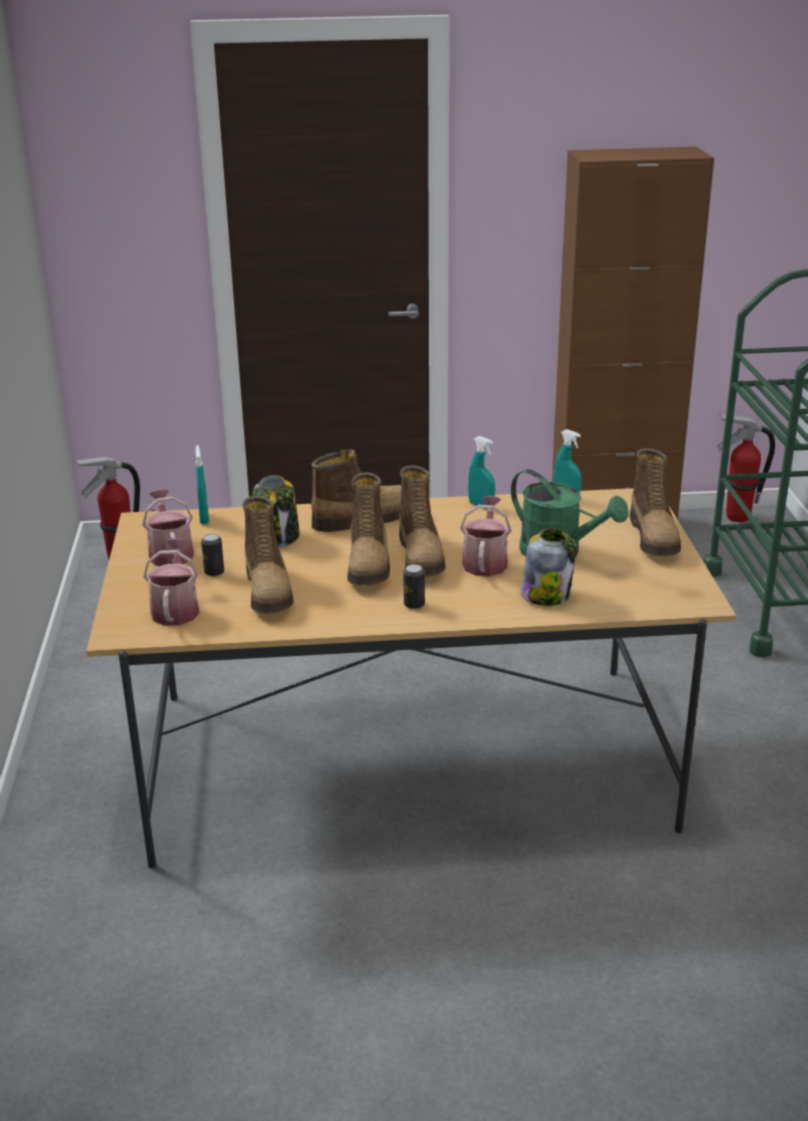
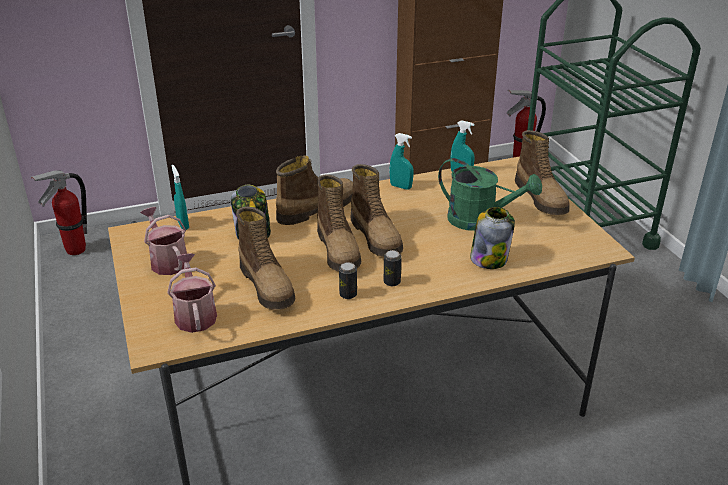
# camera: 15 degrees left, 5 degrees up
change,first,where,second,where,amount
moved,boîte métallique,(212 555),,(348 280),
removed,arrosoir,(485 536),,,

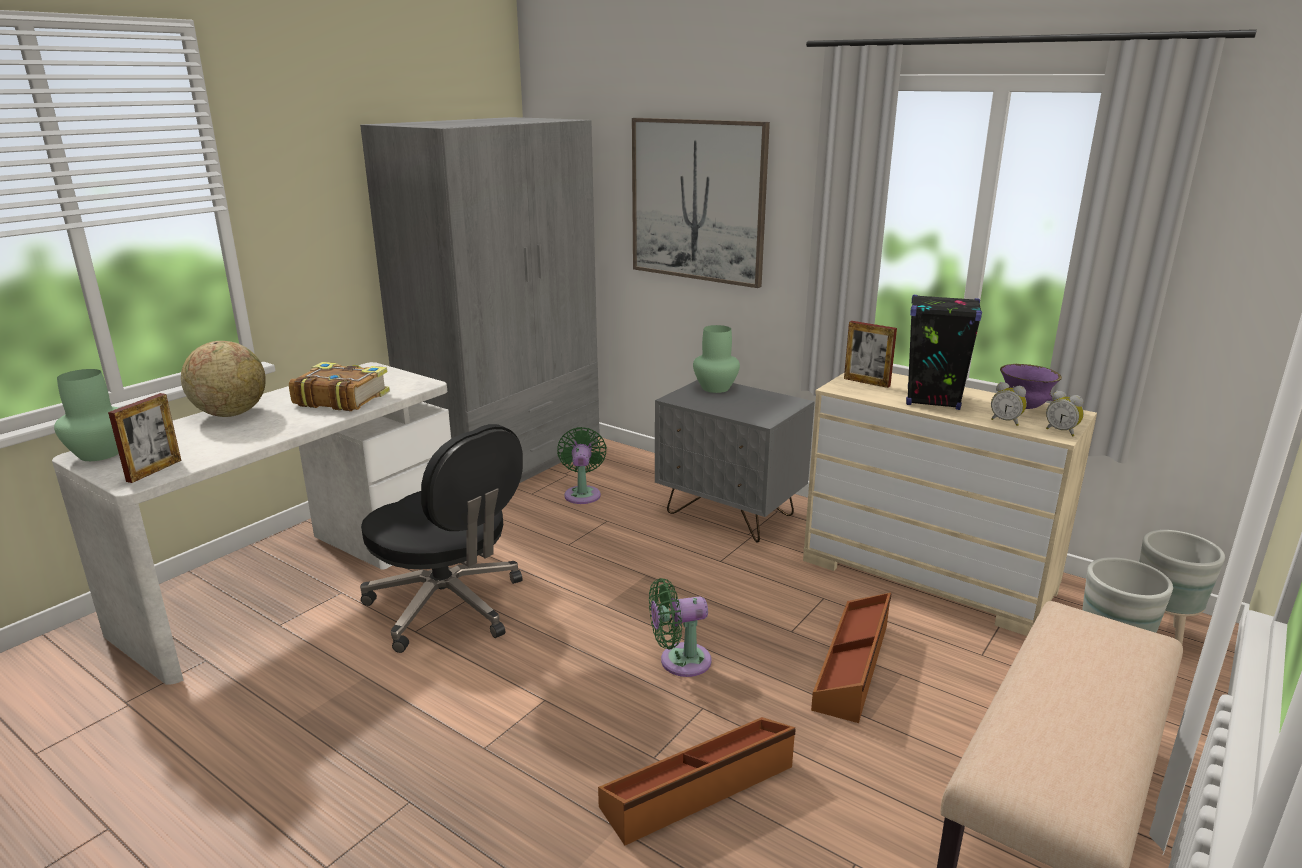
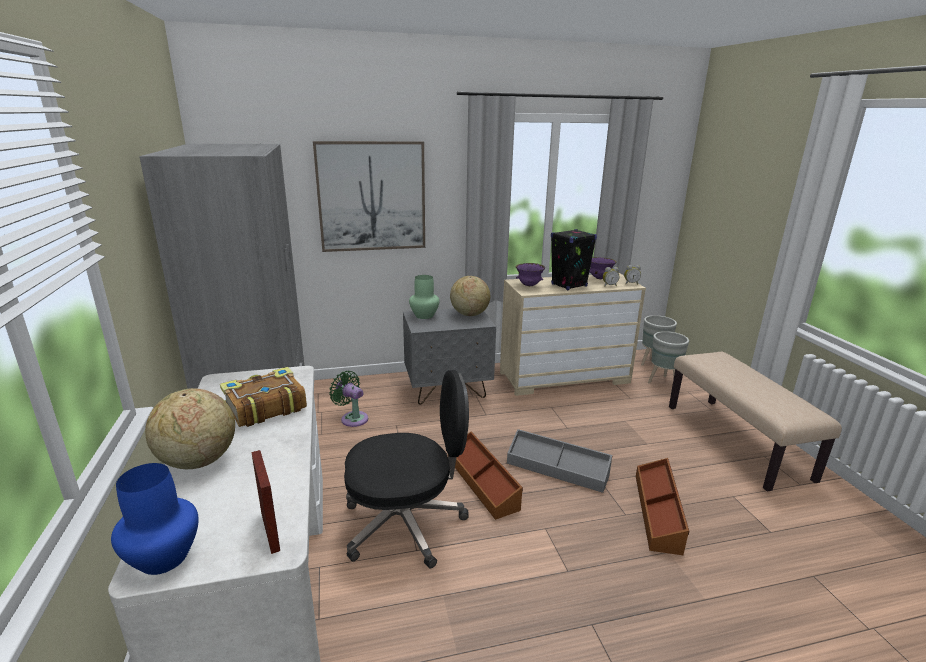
# camera: 50 degrees left, 0 degrees up
change,first,where,second,where,amount
recoloured,vase (vert),(86 415),vase (bleu),(155 519),
replaced,ventilateur (vert),(680 627),boîte de rangement (gris),(560 461),
moved,boîte de rangement (marron),(851 658),,(489 476),
replaced,cadre photo,(870 354),bol (violet),(530 274),
added,,,globe,(470 296),

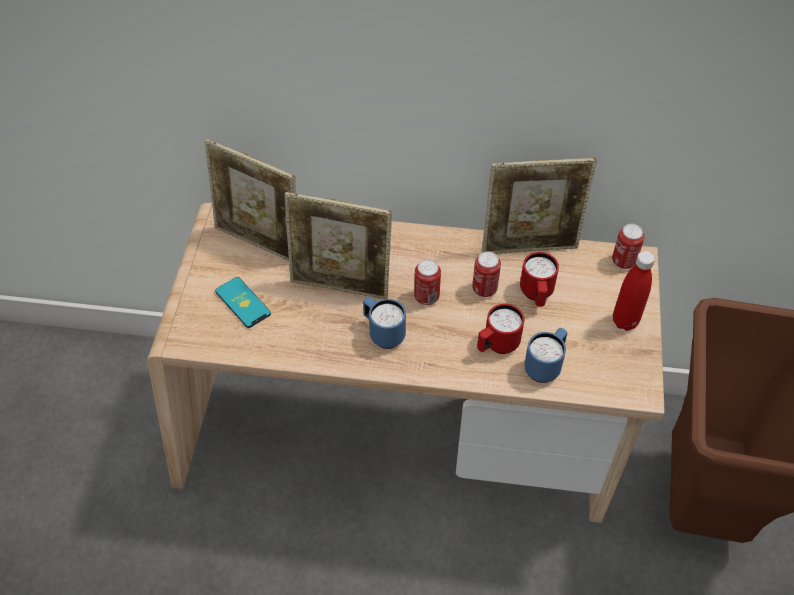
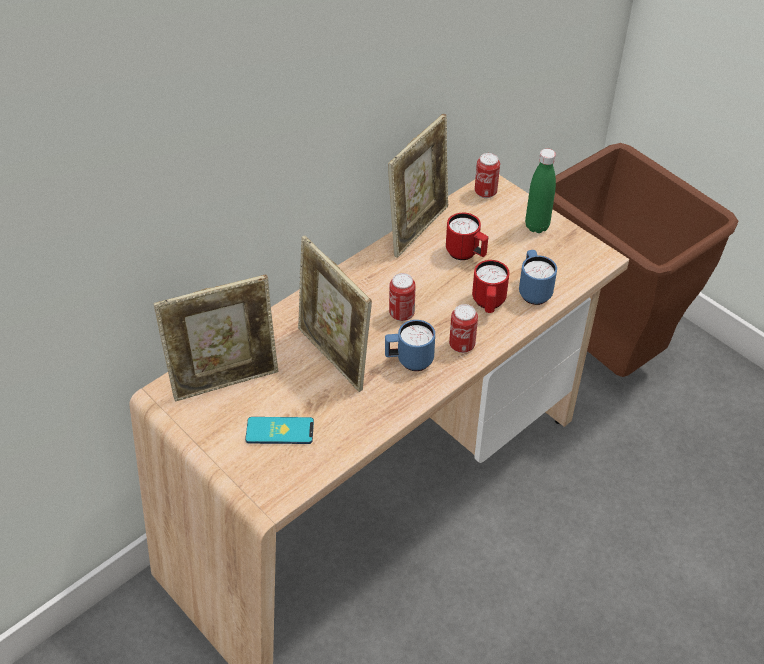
# camera: 50 degrees left, 5 degrees down
change,first,where,second,where,amount
turned,cadre photo,(338 245),,(335 314),90 degrees clockwise
moved,boîte métallique,(486 274),,(463 328),
recoloured,bouteille (rouge),(634 291),bouteille (vert),(540 191),

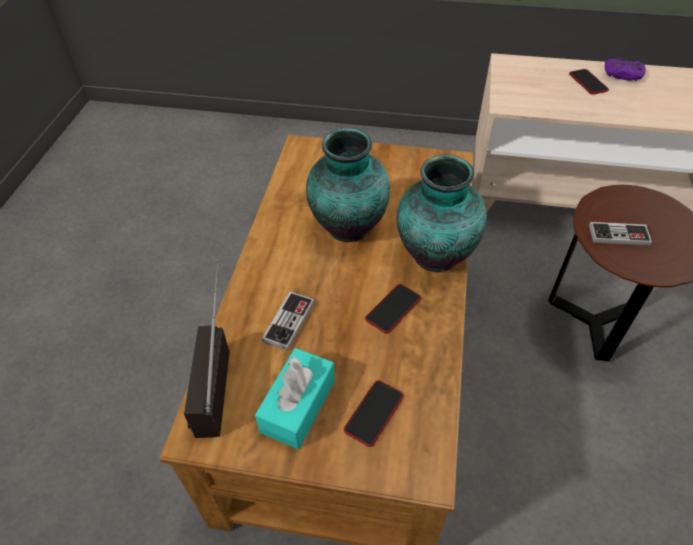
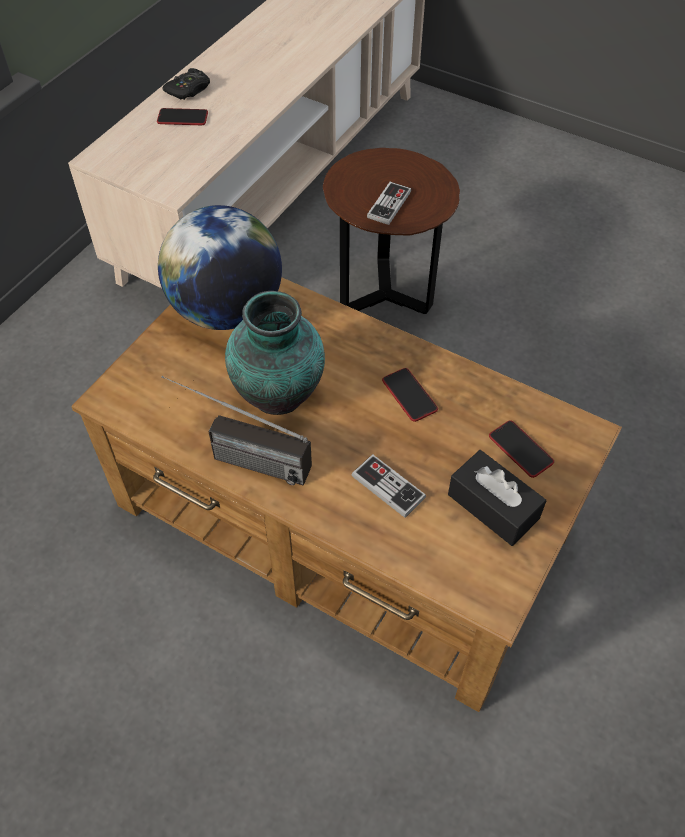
# camera: 70 degrees left, 5 degrees up
change,first,where,second,where,amount
moved,radio,(207 349),,(236 430),
recoloured,boîte à mouchoirs (turquoise),(295 398),boîte à mouchoirs (noir),(497 498),
removed,vase,(442 213),,,
recoloured,manette (violet),(625 69),manette (noir),(186 84),
added,,,globe,(220 267),

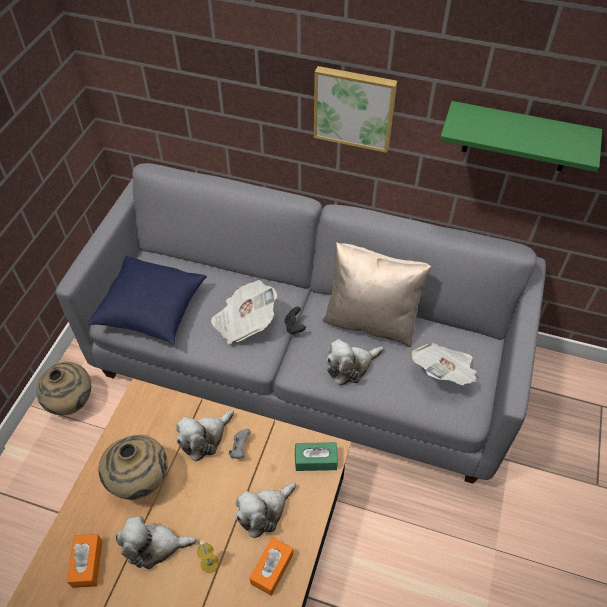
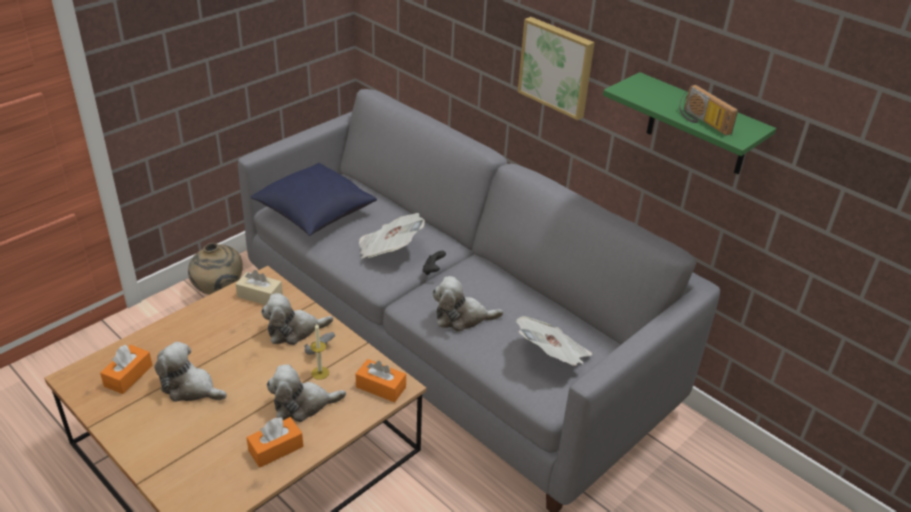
# camera: 25 degrees right, 15 degrees down
change,first,where,second,where,amount
removed,vase (beige),(133 467),,,
moved,bougie,(208 556),,(319 352),
recoloured,boîte à mouchoirs (vert),(316 456),boîte à mouchoirs (orange),(381 380),
removed,coussin (beige),(376 294),,,
added,,,boîte à mouchoirs (beige),(259 287),
added,,,radio,(709 110),

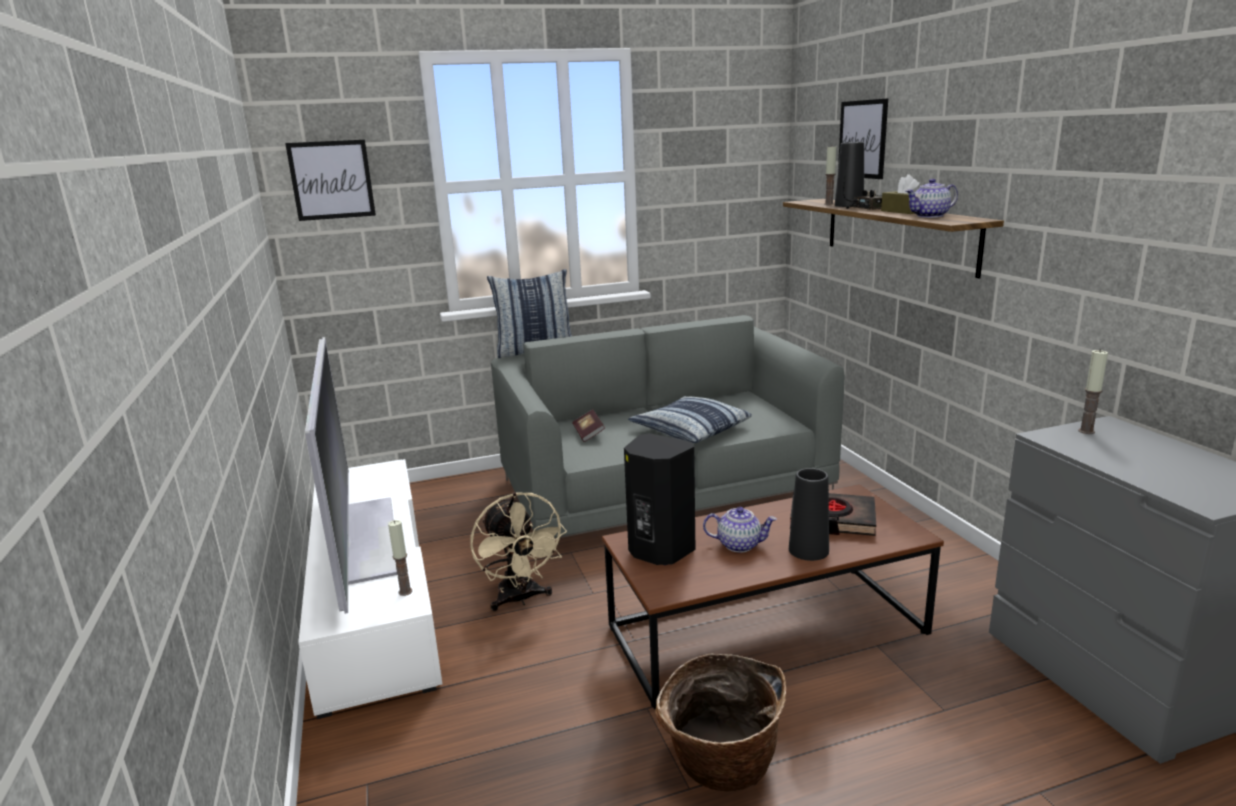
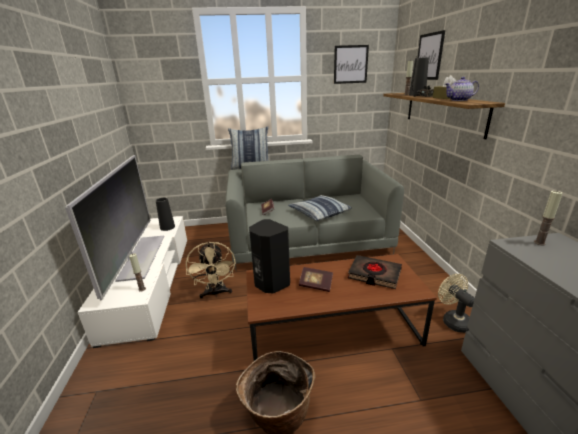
# camera: 10 degrees right, 5 degrees up
change,first,where,second,where,amount
moved,tableau,(330 180),,(351 64),
replaced,théière,(740 530),livre,(316 279),
moved,vase (noir),(809 514),,(165 214),
added,,,ventilateur (beige),(456 303),

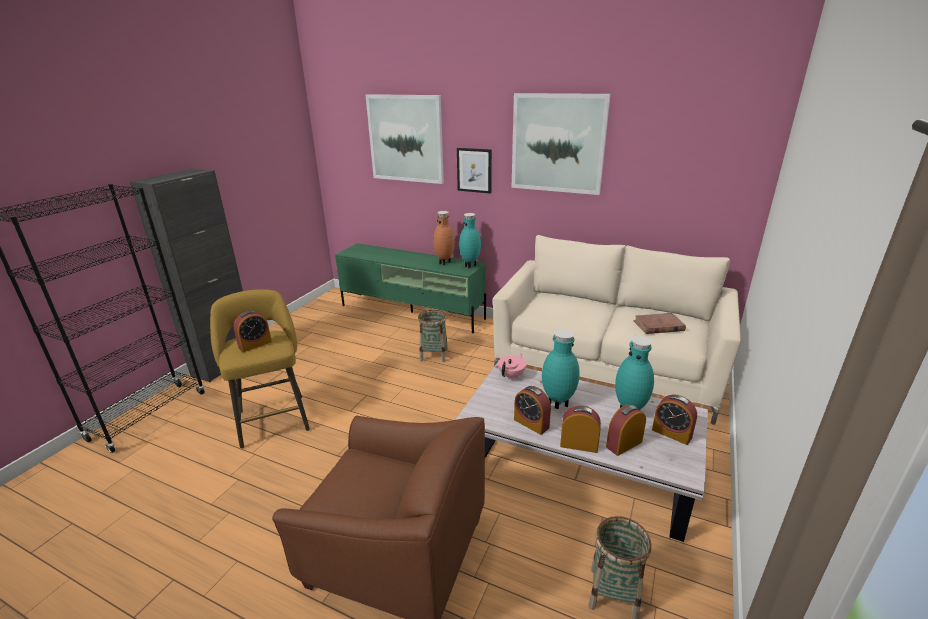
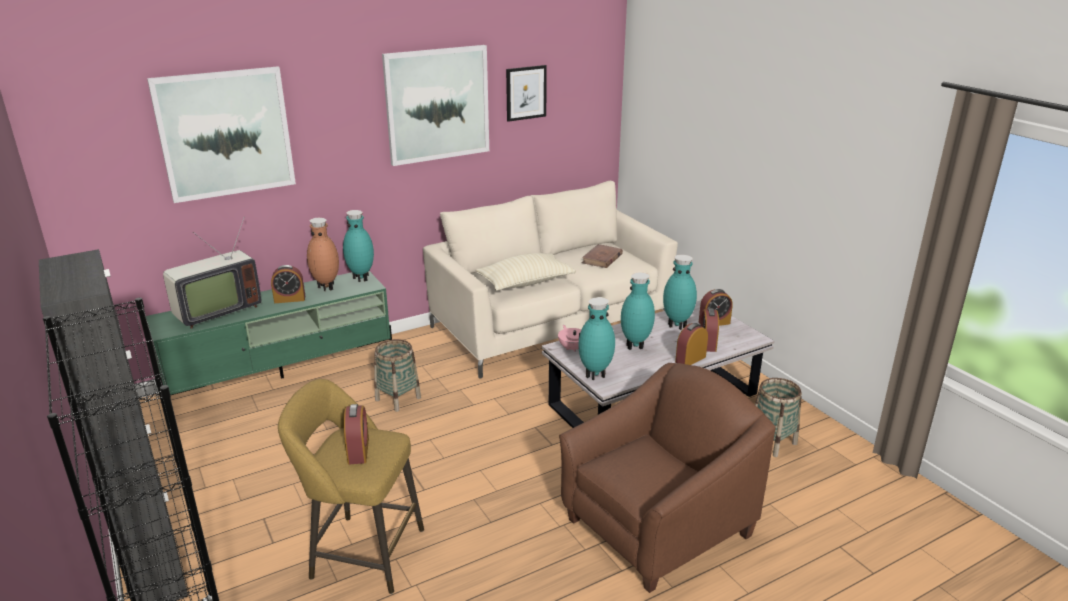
# camera: 55 degrees left, 0 degrees up
change,first,where,second,where,amount
moved,tableau,(474 171),,(526 93),
moved,réveil,(532 410),,(288 284),
added,,,téléviseur,(212 272),
added,,,coussin (beige),(526 272),
added,,,vase (turquoise),(596 338),

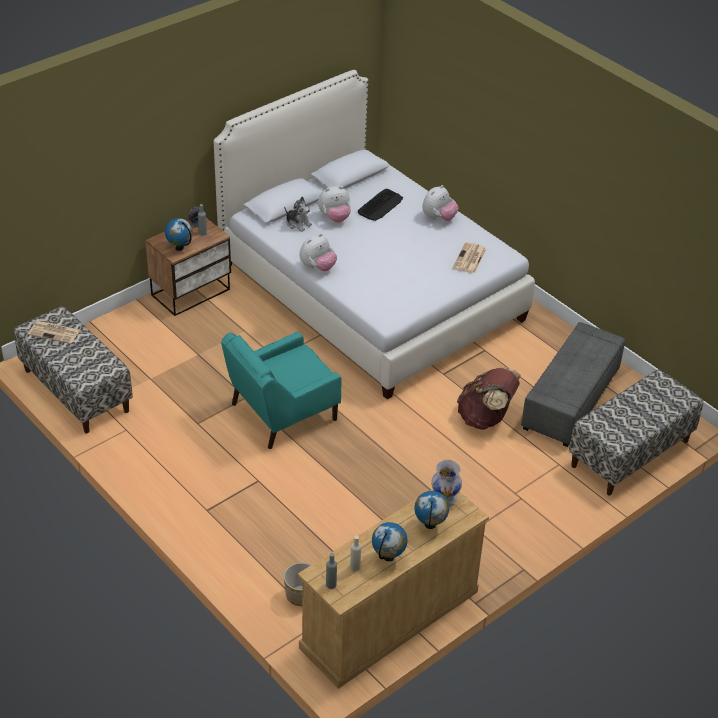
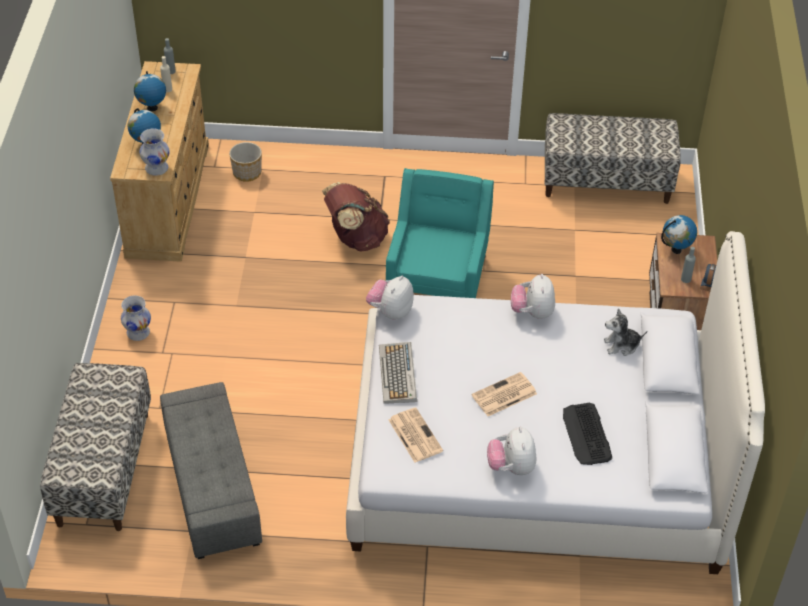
# camera: 135 degrees right, 5 degrees up
change,first,where,second,where,amount
moved,journal,(54 332),,(504 394),
moved,peluche,(334 204),,(390 298),
moved,sac à dos (marron),(489 398),,(356 217),
added,,,vase (blanc),(136 318),
added,,,clavier,(398 373),

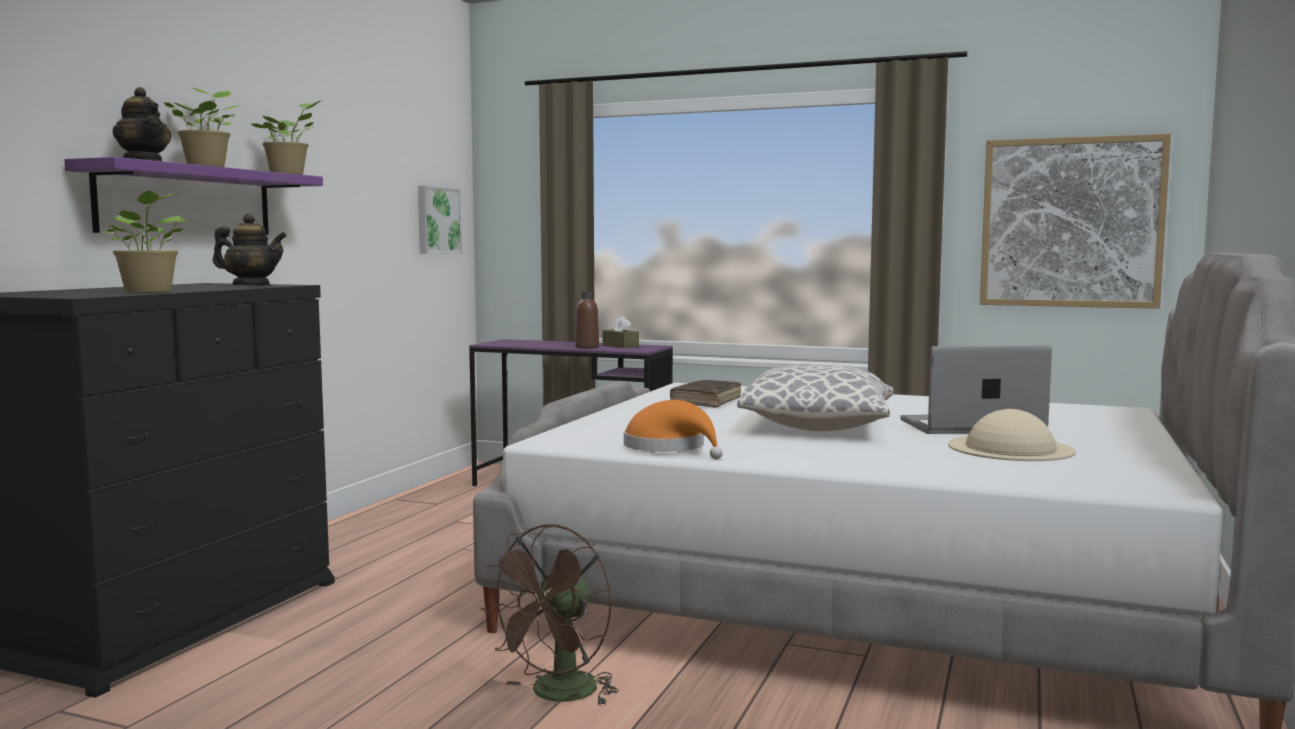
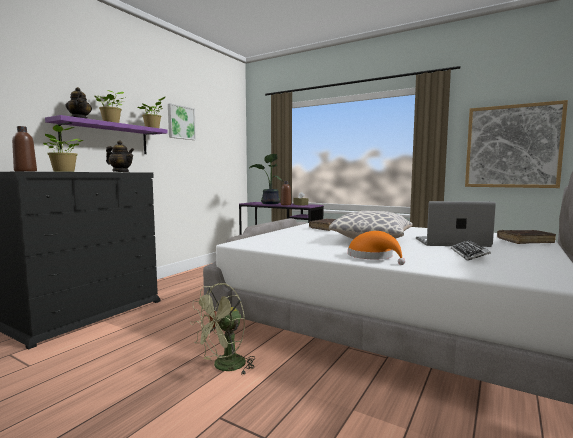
# camera: 10 degrees right, 0 degrees up
change,first,where,second,where,amount
moved,tableau,(440 219),,(182 121),
recoloured,ventilateur (marron),(550 615),ventilateur (vert),(222 329),
moved,chapeau (orange),(673 429),,(376 248),
replaced,chapeau (beige),(1012 435),clavier,(471 250),
added,,,bouteille (marron),(24 149),
added,,,plante en pot,(266 179),
added,,,livre (marron),(526 237),

